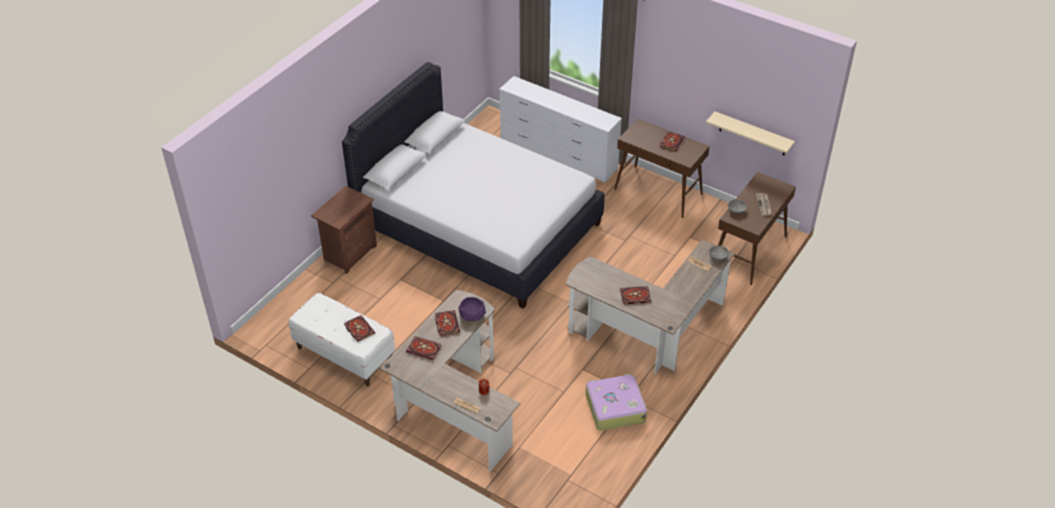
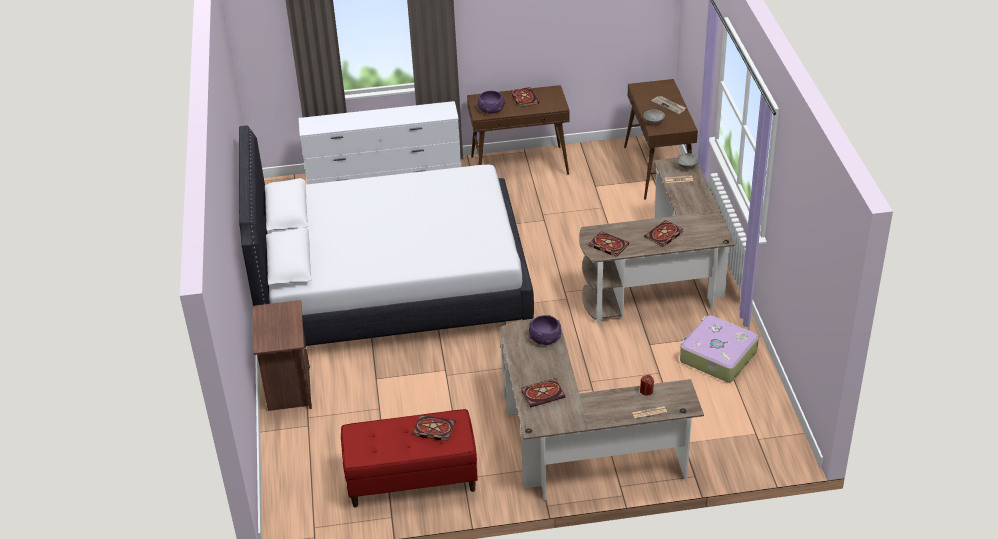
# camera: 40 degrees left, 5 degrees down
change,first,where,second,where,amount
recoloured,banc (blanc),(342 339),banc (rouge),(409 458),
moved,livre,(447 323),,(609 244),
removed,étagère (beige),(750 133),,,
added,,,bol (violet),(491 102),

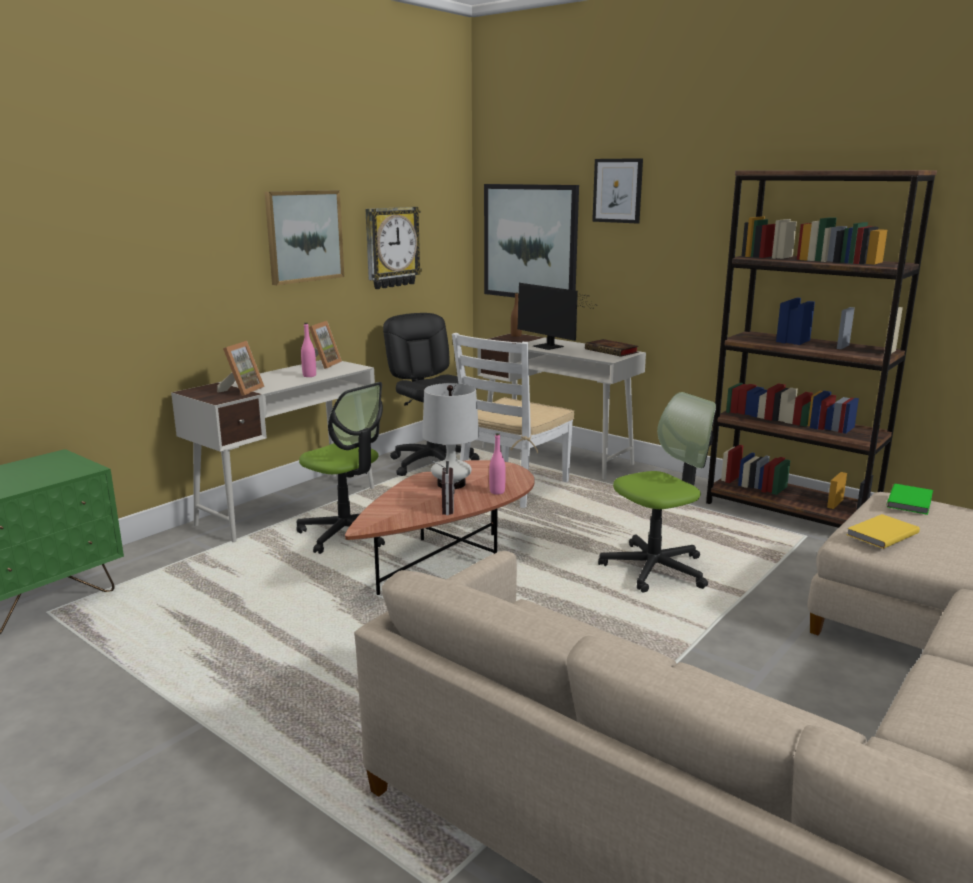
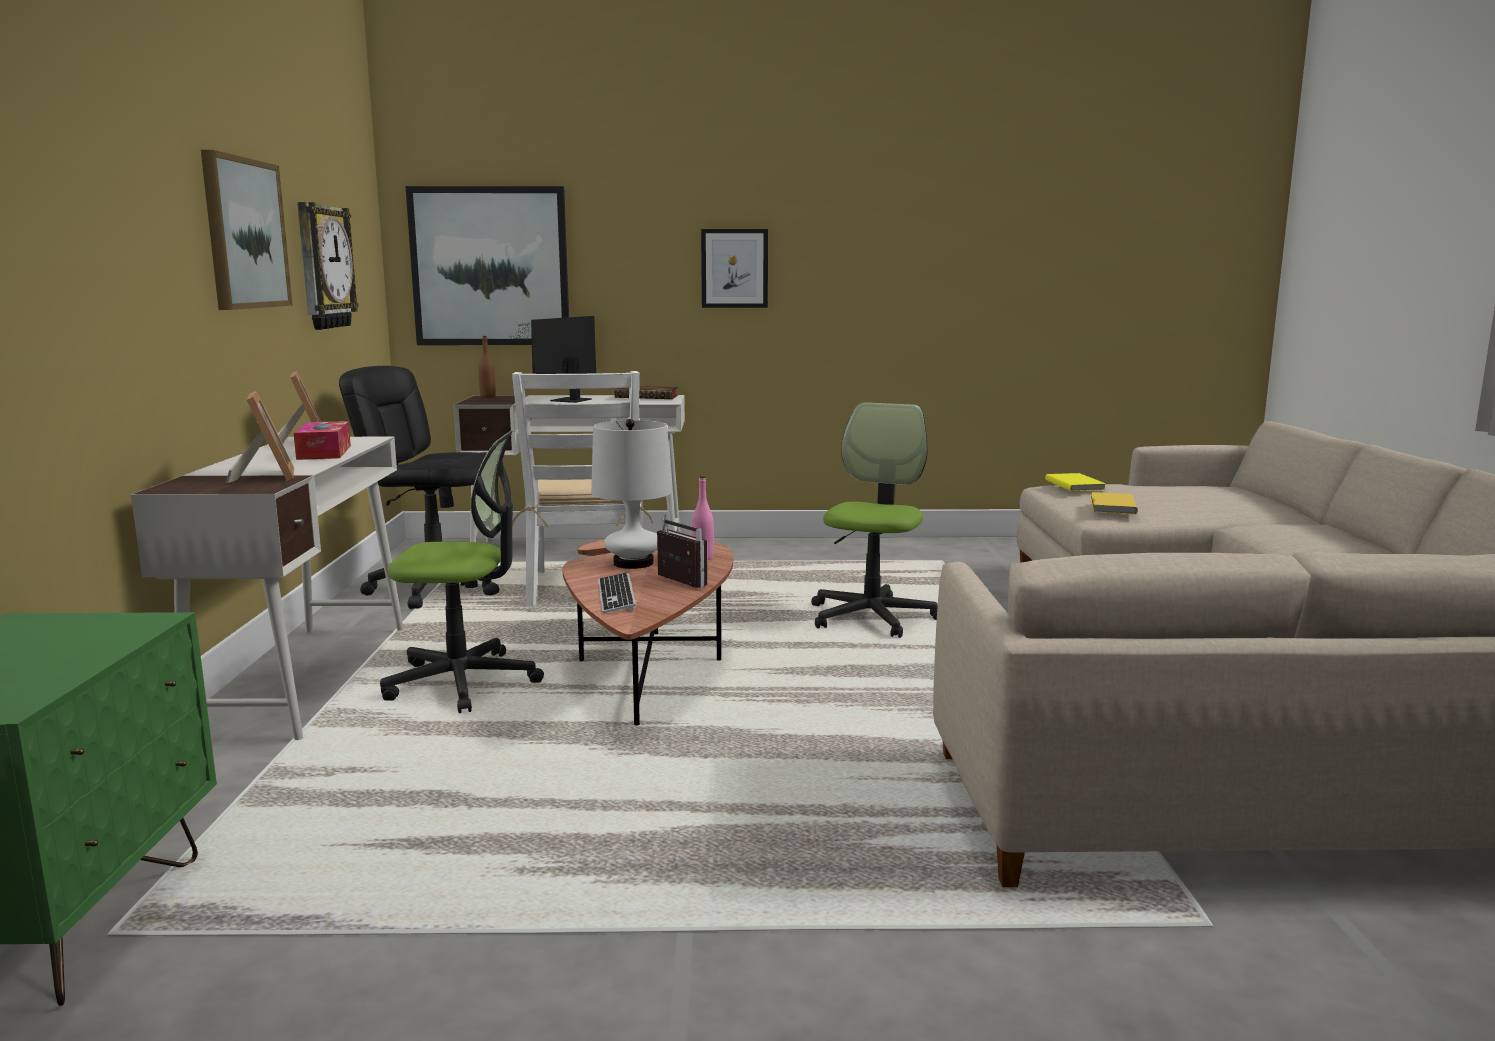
# camera: 40 degrees left, 5 degrees down
change,first,where,second,where,amount
replaced,bouteille (rose),(308 350),boîte à mouchoirs,(322 440),
turned,écran d'ordinateur,(555 316),,(552 359),105 degrees clockwise
moved,tableau,(617 190),,(734 268),
removed,bibliothèque (marron),(821 349),,,
recoloured,livre (vert),(910 499),livre (jaune),(1075 482),
added,,,clavier,(617 593),

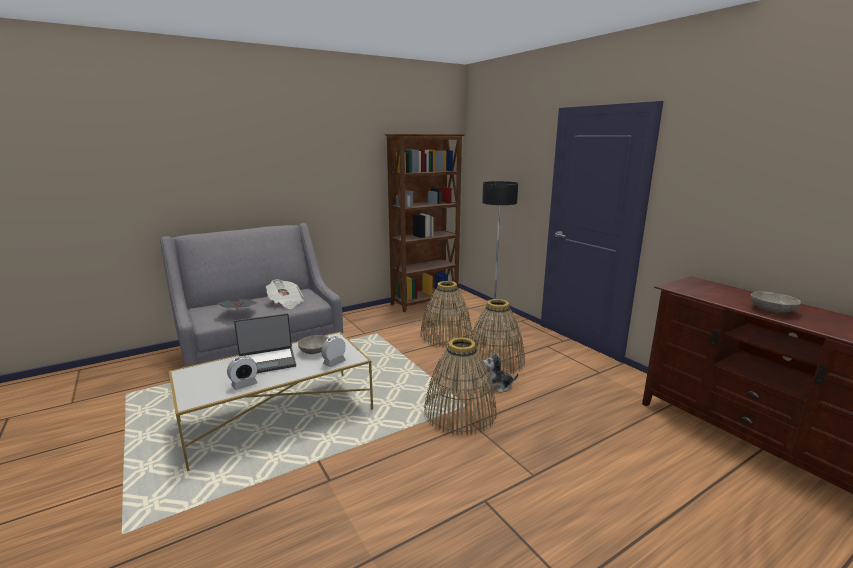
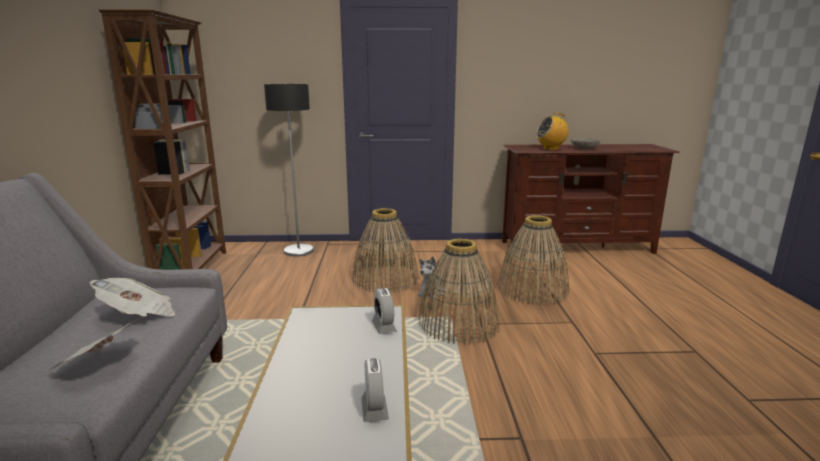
# camera: 60 degrees left, 0 degrees up
change,first,where,second,where,amount
removed,ordinateur portable,(265 343),,,
removed,bol (gris),(313 344),,,
moved,panier,(446 314),,(533 260),
added,,,radio,(552 131),

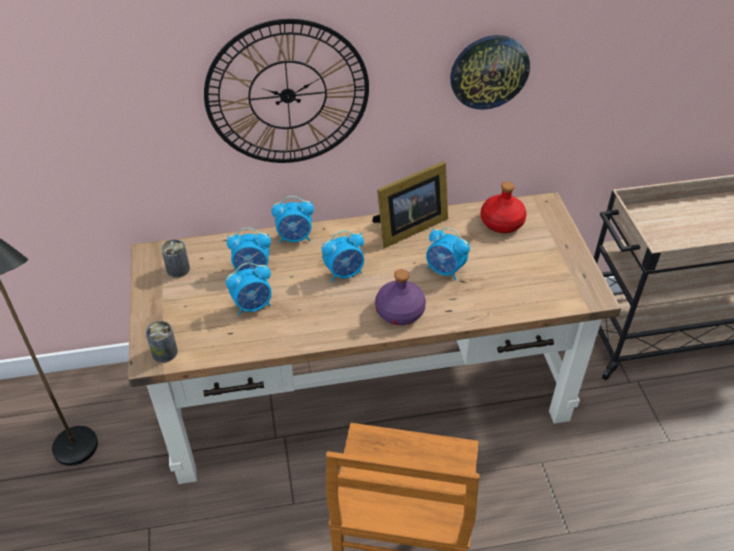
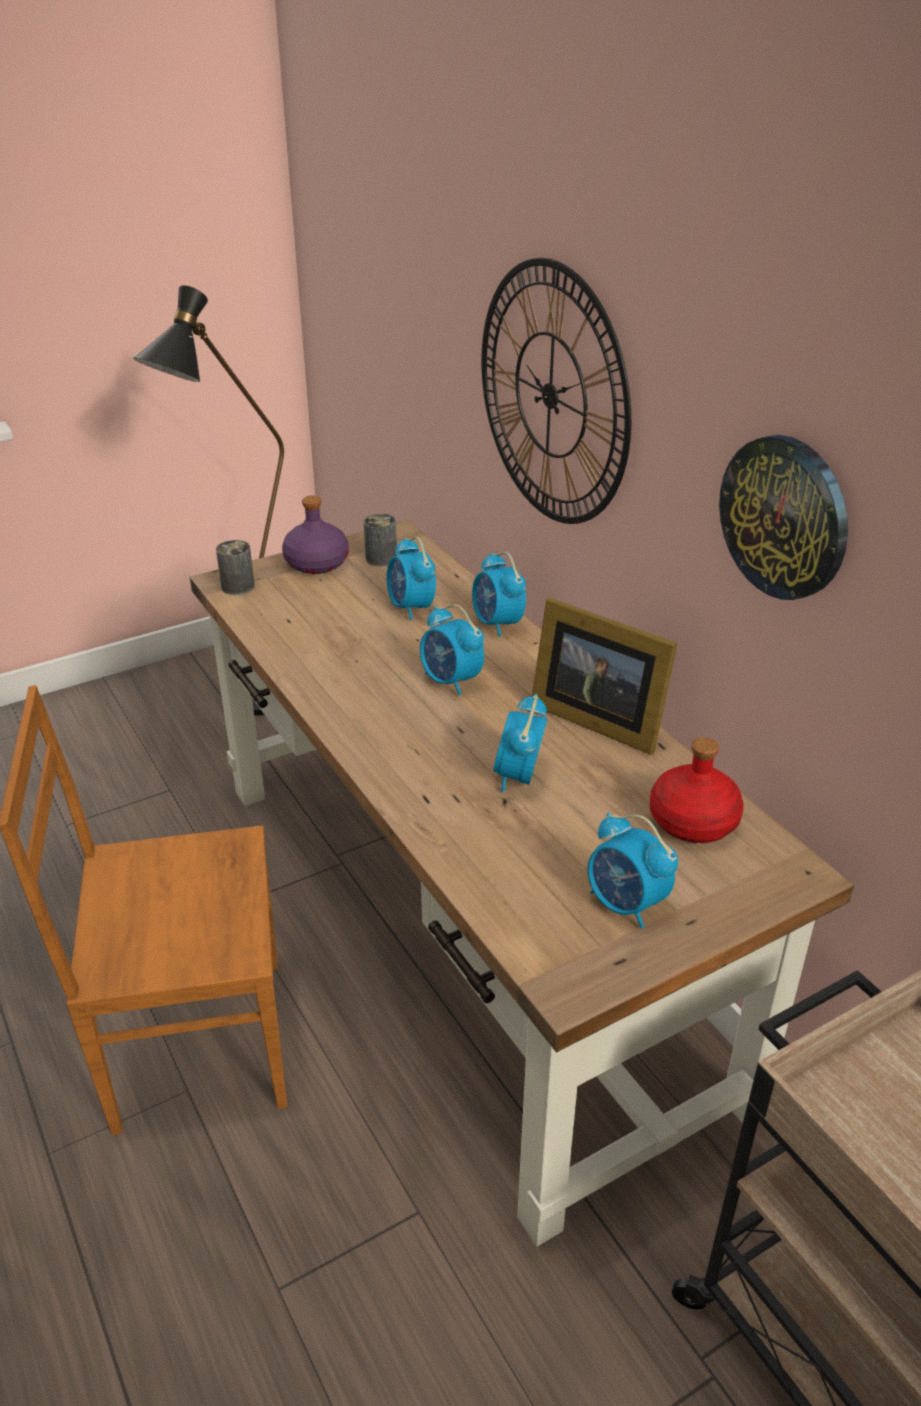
# camera: 70 degrees right, 10 degrees down
change,first,where,second,where,amount
moved,réveil,(248 289),,(633 871),
moved,bouteille (violet),(400 297),,(315 534),

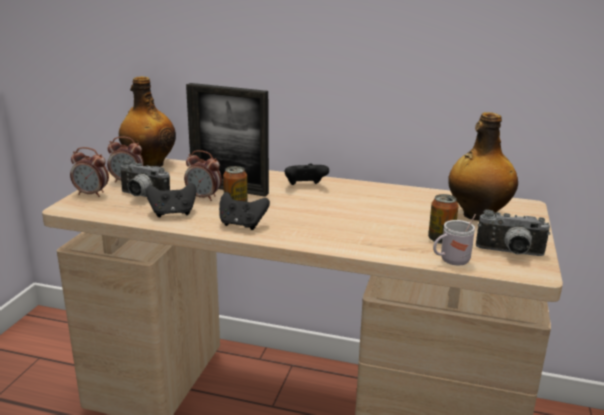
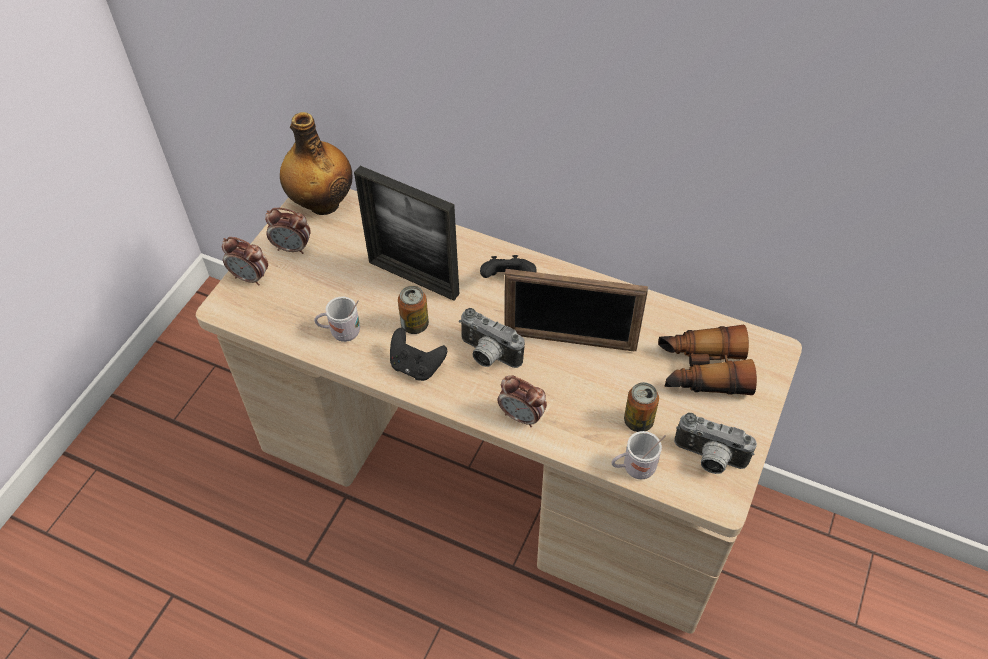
# camera: 10 degrees right, 30 degrees up
change,first,where,second,where,amount
moved,appareil photo,(144 178),,(492 338),
replaced,manette (noir),(171 200),mug (blanc),(337 319),
moved,réveil,(203 175),,(522 401),
replaced,bouteille,(483 166),jumelles,(707 359),
added,,,cadre photo,(576 310),

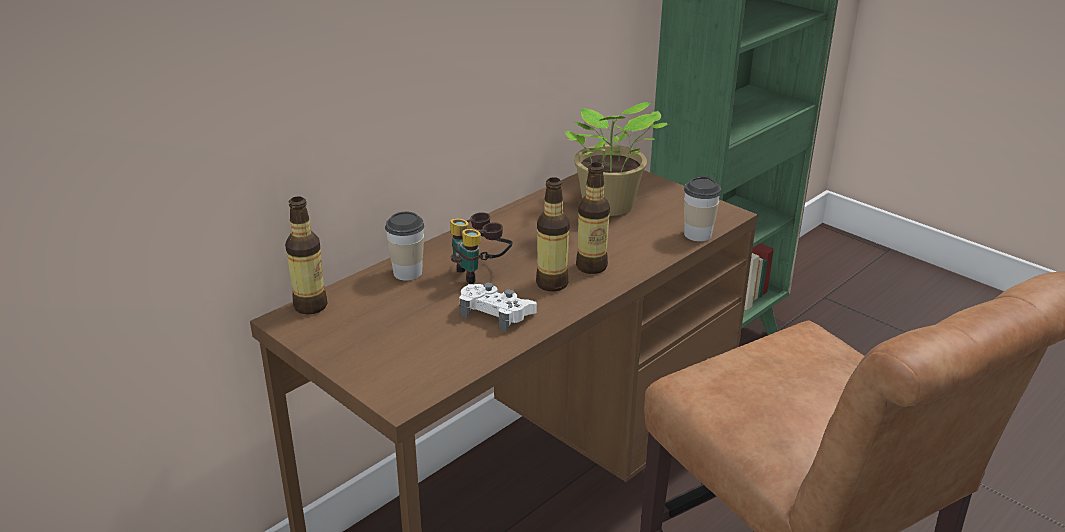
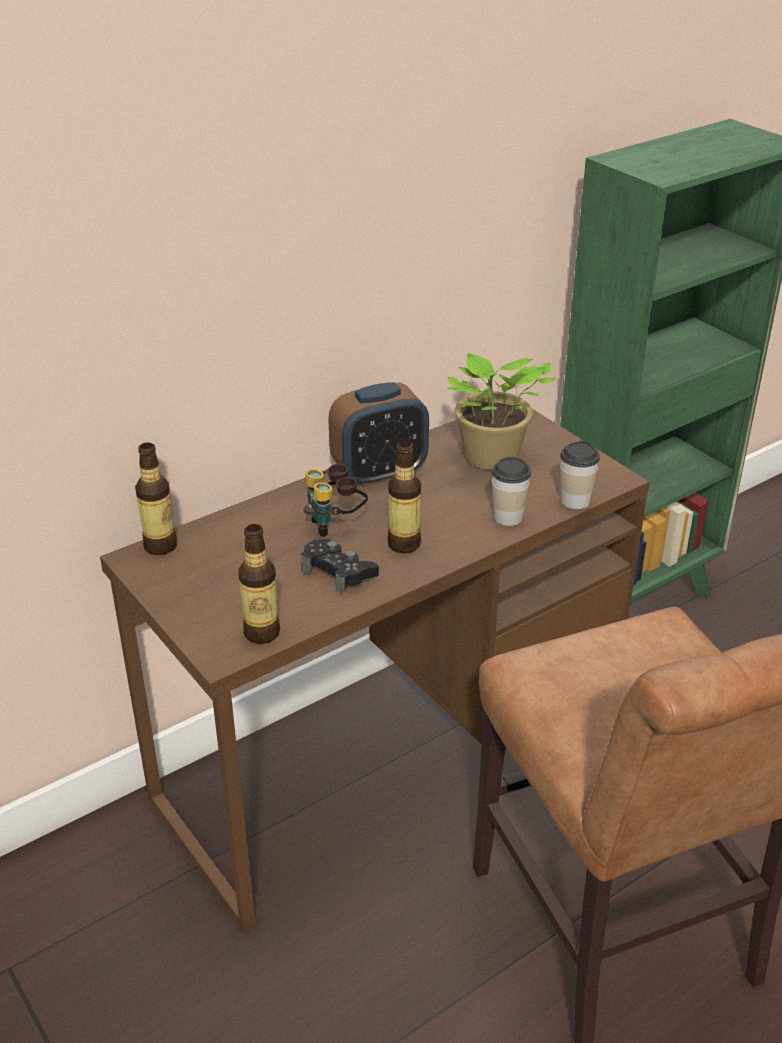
# camera: 10 degrees right, 5 degrees up
change,first,where,second,where,amount
moved,tasse,(405 246),,(511 491),
recoloured,manette (blanc),(498 307),manette (noir),(340 566),
moved,bouteille,(593 218),,(259 584),
added,,,réveil,(378 434),

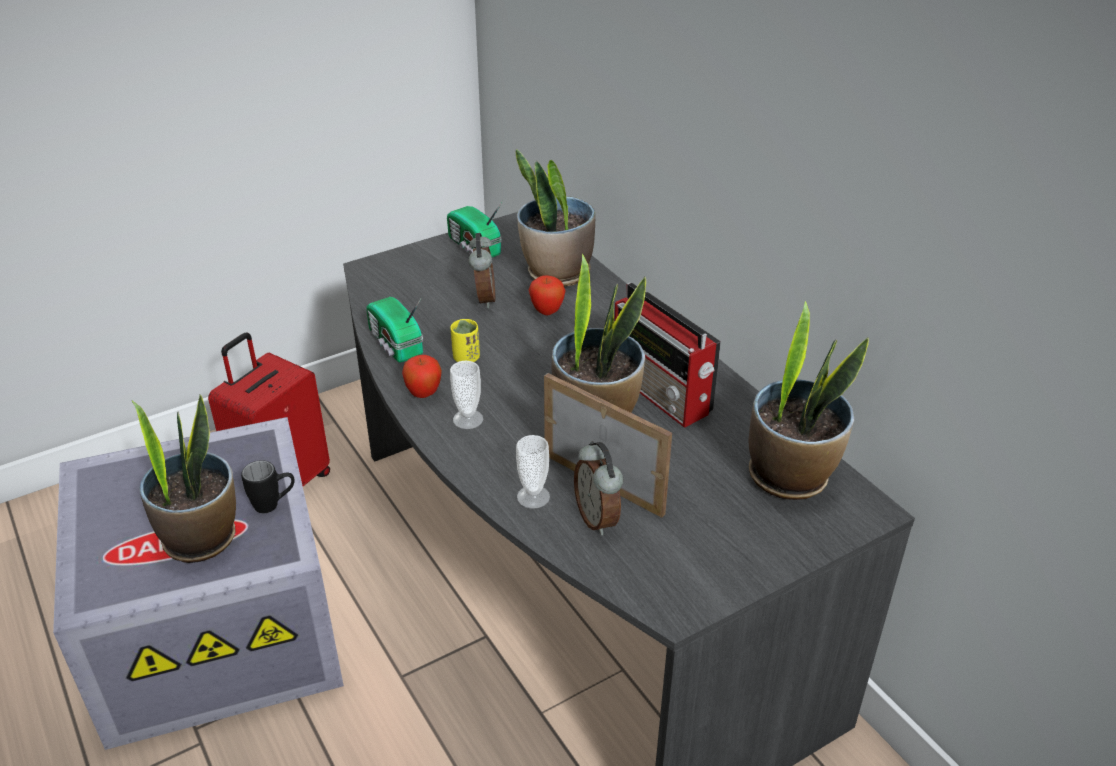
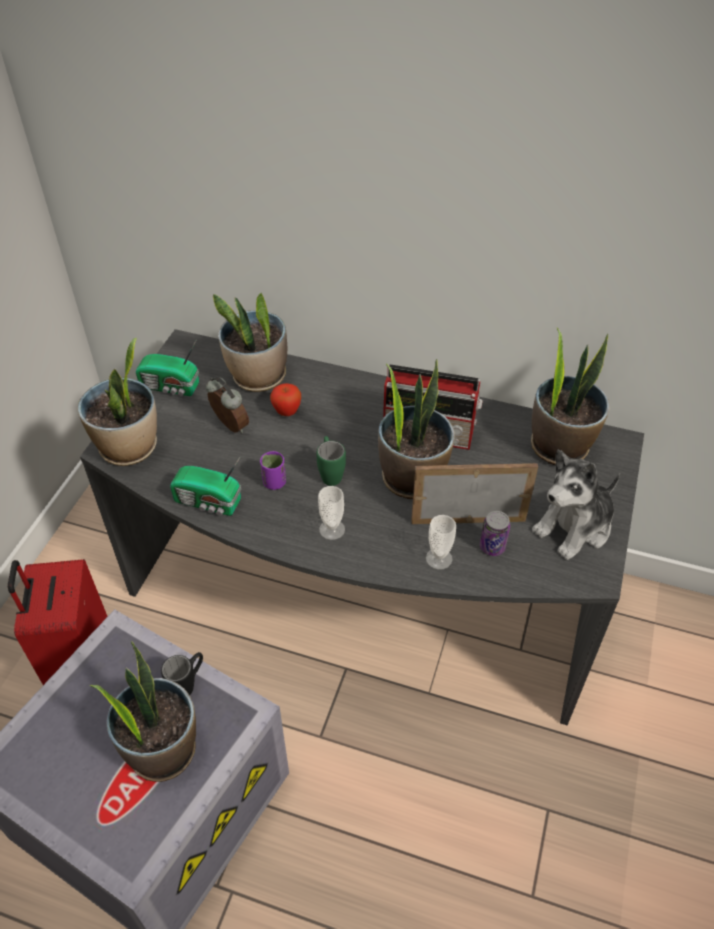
# camera: 40 degrees left, 10 degrees up
change,first,where,second,where,amount
removed,pomme,(422 376),,,
recoloured,tasse (jaune),(465 340),tasse (violet),(273 470),
replaced,réveil,(599 488),boîte métallique,(495 533),
added,,,plante en pot,(117 402),
added,,,mug (vert),(331 461),
added,,,peluche,(576 504),

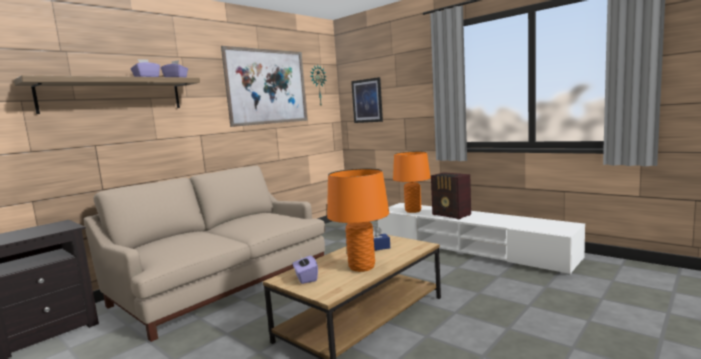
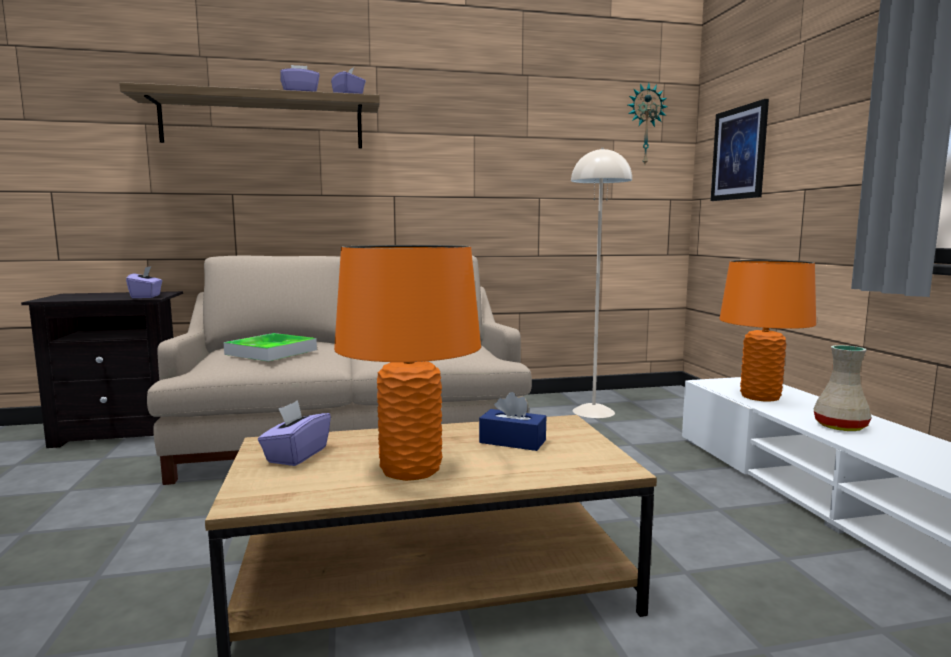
# camera: 35 degrees right, 0 degrees up
change,first,where,second,where,amount
removed,tableau,(264 86),,,
replaced,radio,(451 195),vase (beige),(843 388),
added,,,boîte à mouchoirs (violet),(144 282),
added,,,plateau,(270 347),
added,,,lampadaire (beige),(601 283),

